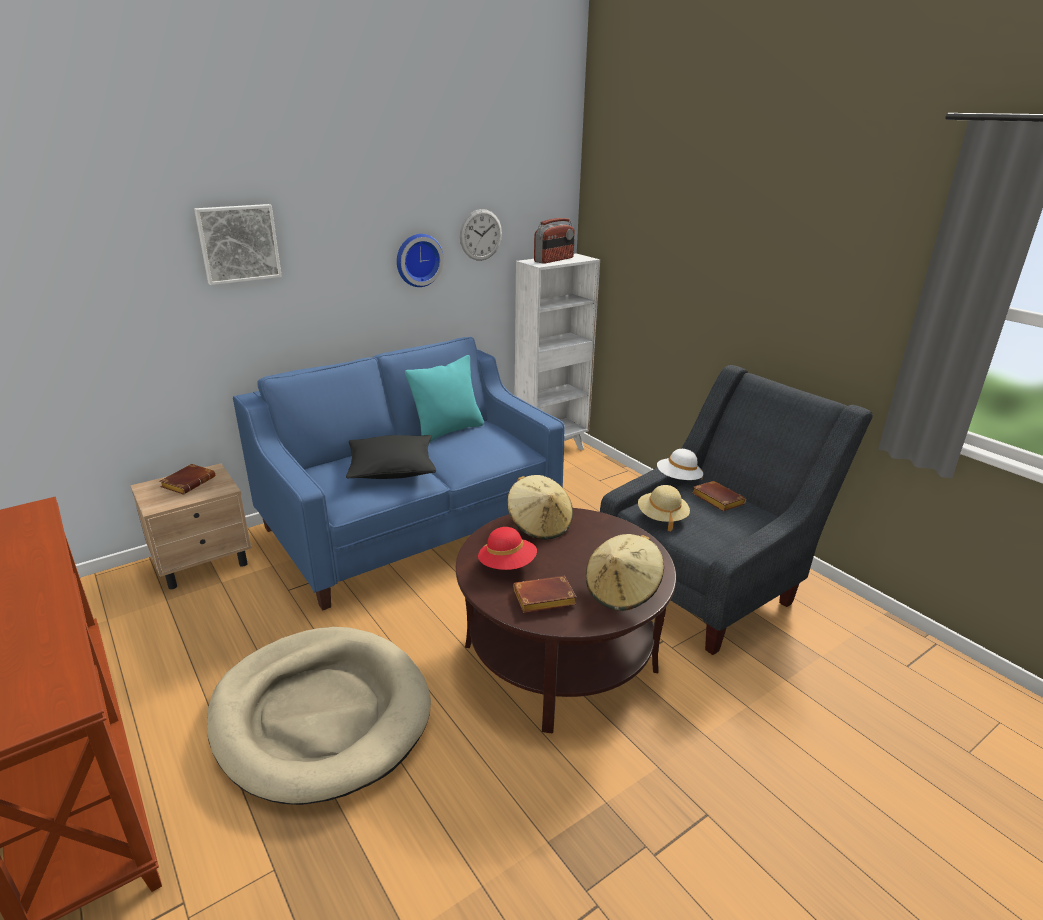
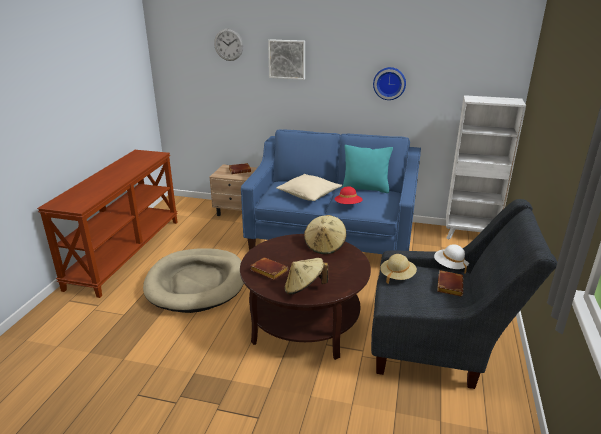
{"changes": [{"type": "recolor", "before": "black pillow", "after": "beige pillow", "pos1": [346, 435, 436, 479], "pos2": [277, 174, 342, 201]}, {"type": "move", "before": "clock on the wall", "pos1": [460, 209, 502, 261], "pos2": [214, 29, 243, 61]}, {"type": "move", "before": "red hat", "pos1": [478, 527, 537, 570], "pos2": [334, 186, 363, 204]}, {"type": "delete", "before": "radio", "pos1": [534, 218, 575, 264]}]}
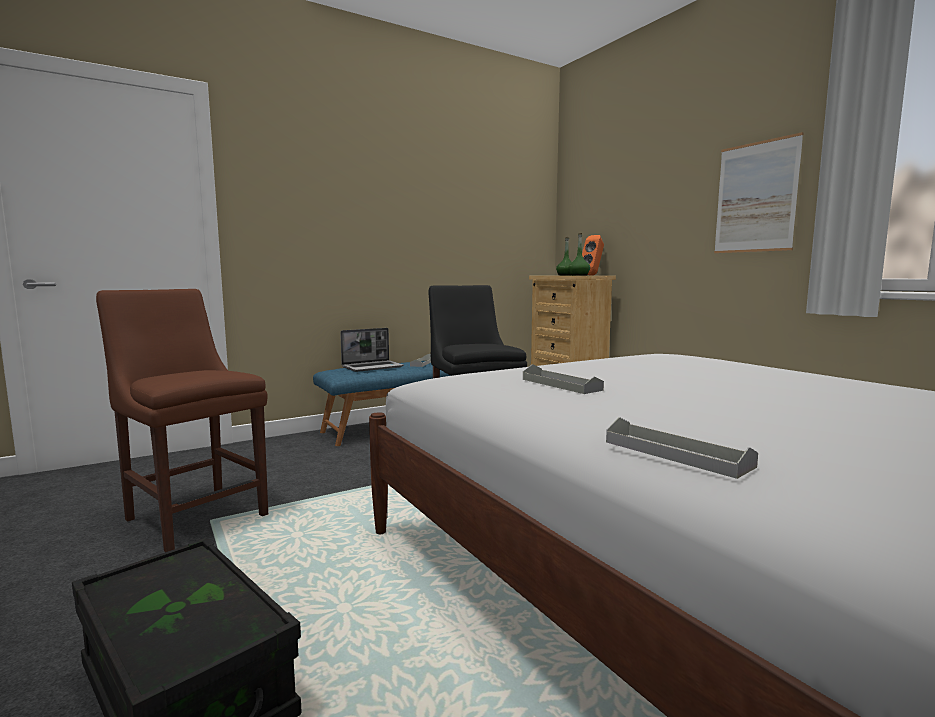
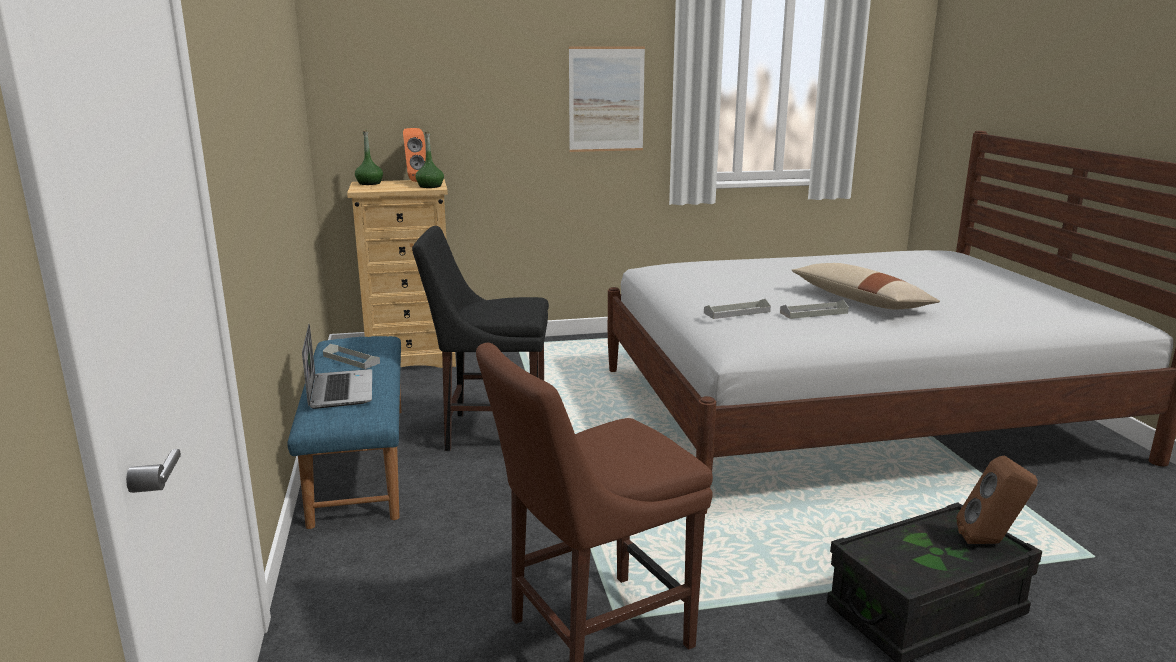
{"changes": [{"type": "move", "before": "grey carrying tray", "pos1": [606, 417, 758, 479], "pos2": [704, 299, 771, 319]}, {"type": "insert", "after": "beige pillow", "pos2": [791, 263, 940, 310]}, {"type": "insert", "after": "brown-coloured speaker", "pos2": [957, 456, 1038, 544]}]}
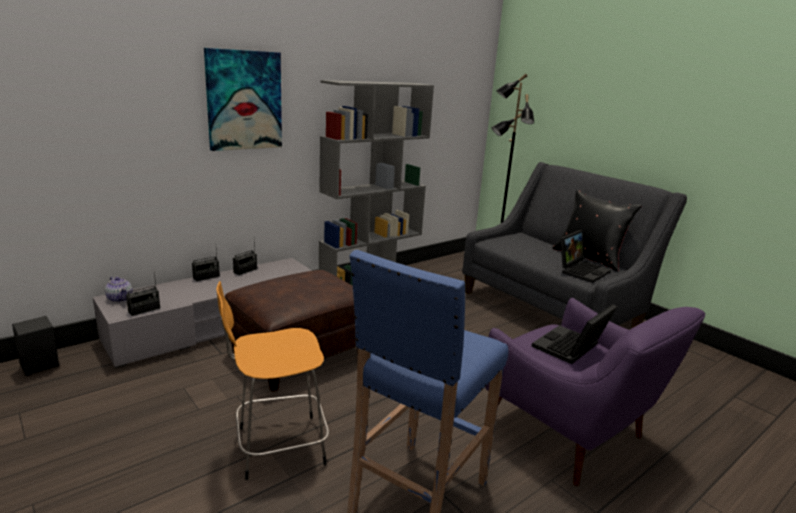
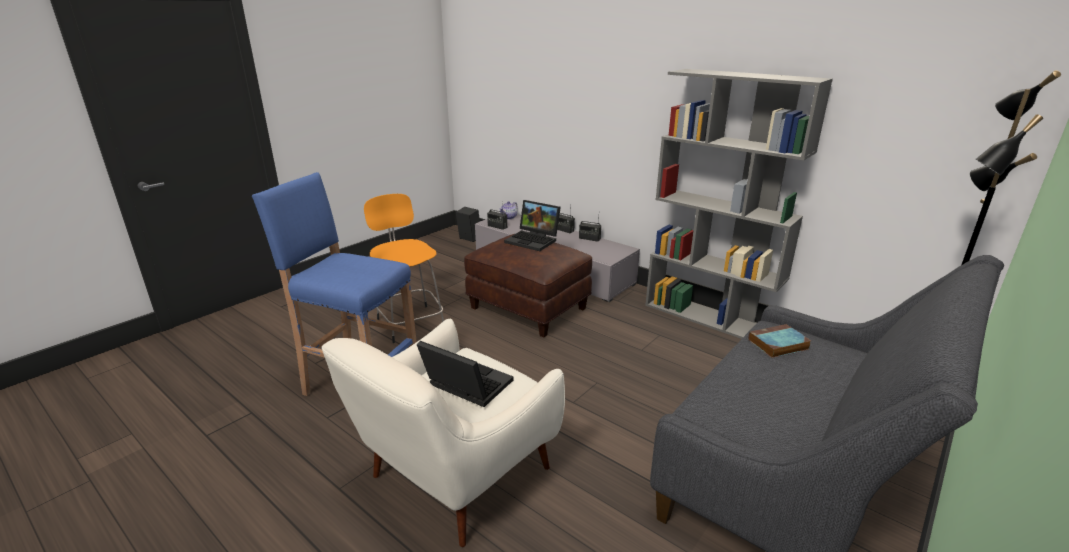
{"changes": [{"type": "delete", "before": "wall art", "pos1": [204, 48, 282, 151]}, {"type": "recolor", "before": "purple easy chair", "after": "whitish easy chair", "pos1": [485, 298, 705, 486], "pos2": [322, 319, 565, 547]}, {"type": "delete", "before": "black pillow", "pos1": [552, 190, 642, 271]}, {"type": "move", "before": "laptop", "pos1": [560, 230, 611, 283], "pos2": [504, 200, 561, 251]}, {"type": "insert", "after": "book", "pos2": [748, 324, 811, 358]}]}
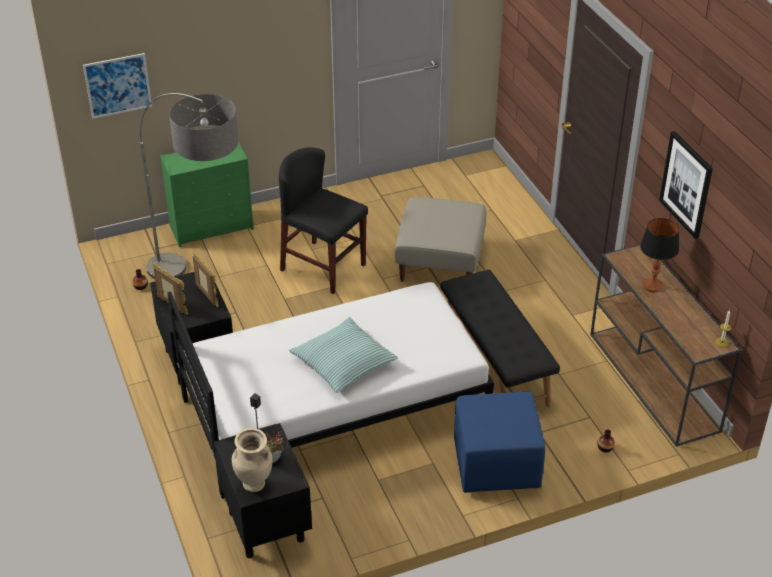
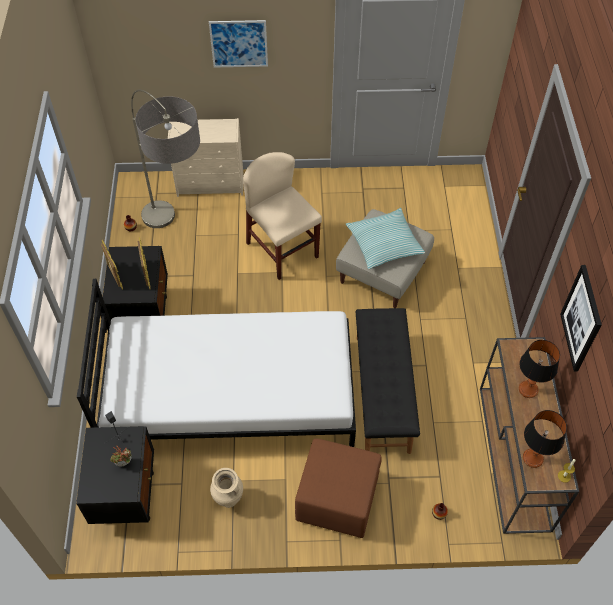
{"changes": [{"type": "move", "before": "wall art", "pos1": [83, 53, 152, 119], "pos2": [209, 20, 268, 68]}, {"type": "recolor", "before": "greenish drawer chest", "after": "beige drawer chest", "pos1": [160, 142, 254, 247], "pos2": [168, 118, 243, 197]}, {"type": "move", "before": "beige decorative vase", "pos1": [232, 428, 273, 492], "pos2": [210, 468, 243, 508]}, {"type": "recolor", "before": "black chair", "after": "beige chair", "pos1": [279, 147, 368, 294], "pos2": [243, 152, 322, 280]}, {"type": "move", "before": "pillow", "pos1": [289, 317, 398, 393], "pos2": [346, 208, 425, 269]}, {"type": "recolor", "before": "bluish pouffe", "after": "brown-coloured pouffe", "pos1": [454, 392, 545, 493], "pos2": [295, 438, 382, 538]}, {"type": "insert", "after": "tabletop lamp", "pos2": [523, 410, 567, 468]}]}
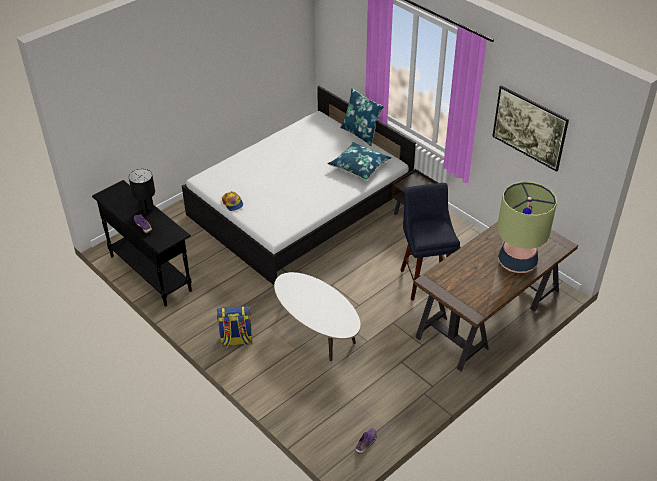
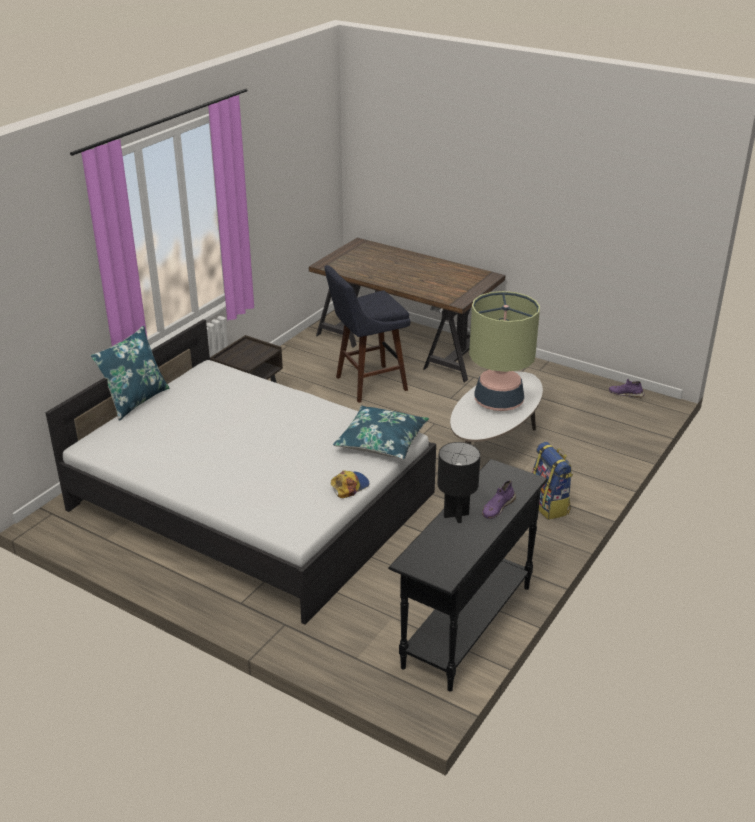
{"changes": [{"type": "move", "before": "bluish pillow", "pos1": [327, 142, 391, 180], "pos2": [333, 406, 429, 460]}, {"type": "delete", "before": "wall art", "pos1": [492, 86, 569, 172]}, {"type": "move", "before": "tabletop lamp", "pos1": [497, 181, 557, 273], "pos2": [469, 291, 540, 411]}]}
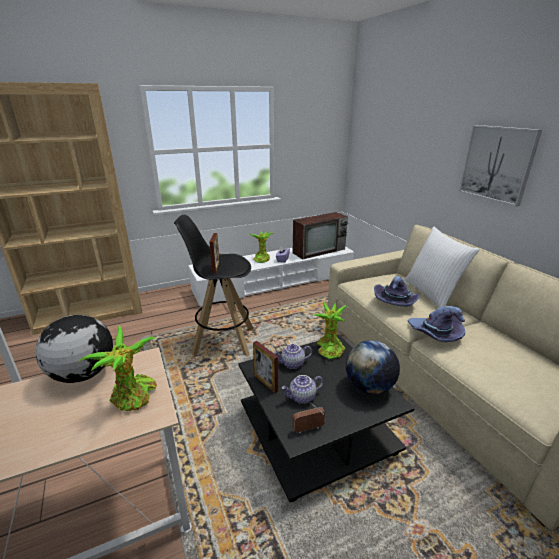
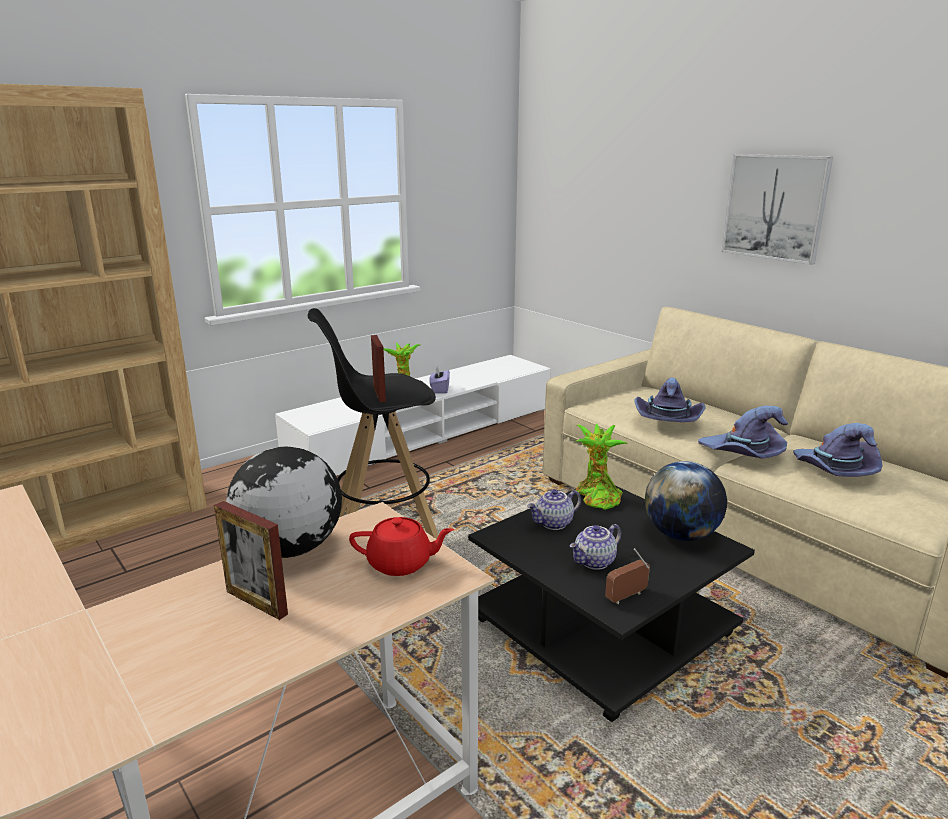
{"changes": [{"type": "replace", "before": "plant in a pot", "after": "red pot for tea", "pos1": [78, 325, 157, 411], "pos2": [349, 517, 454, 576]}, {"type": "move", "before": "standing frame", "pos1": [253, 341, 278, 393], "pos2": [214, 501, 288, 620]}, {"type": "delete", "before": "TV set", "pos1": [293, 212, 348, 259]}, {"type": "delete", "before": "whitish pillow", "pos1": [404, 227, 480, 308]}, {"type": "insert", "after": "purple hat", "pos2": [793, 423, 883, 477]}]}
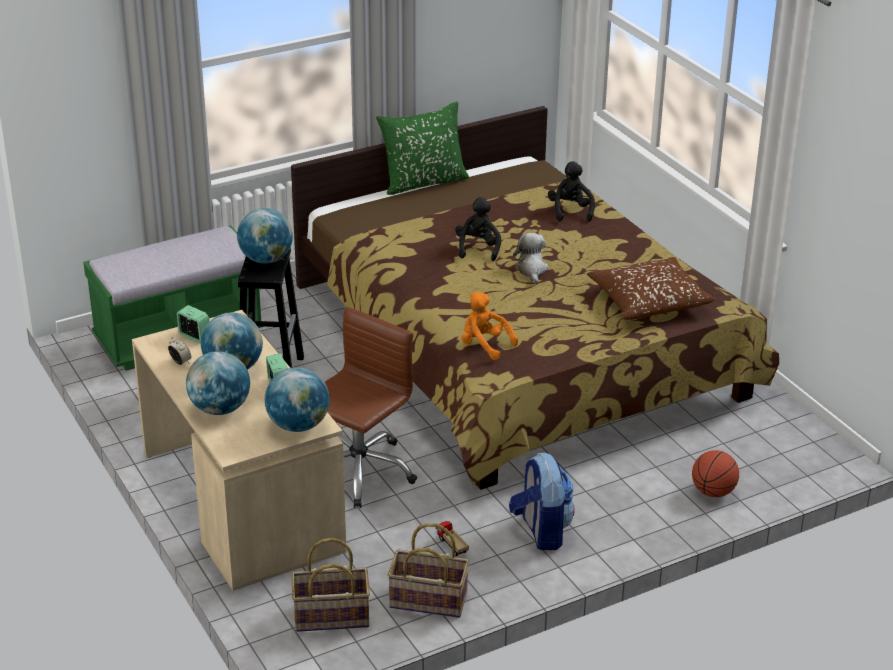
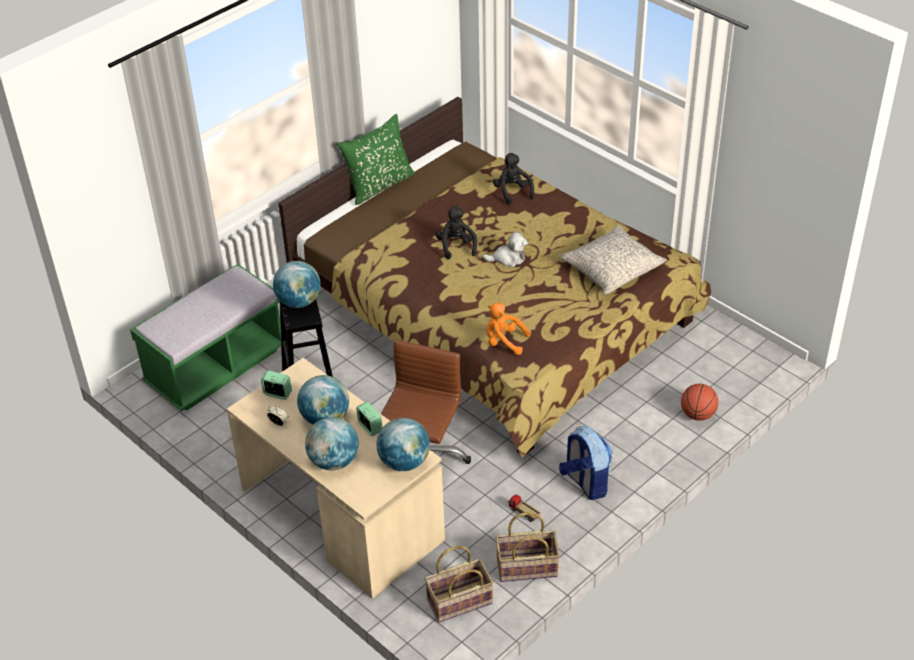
{"changes": [{"type": "rotate", "before": "cuddly toy", "pos1": [513, 233, 549, 284], "pos2": [483, 232, 528, 267], "turn": 105}, {"type": "recolor", "before": "brown-coloured pillow", "after": "grey pillow", "pos1": [587, 257, 716, 320], "pos2": [558, 225, 667, 295]}]}
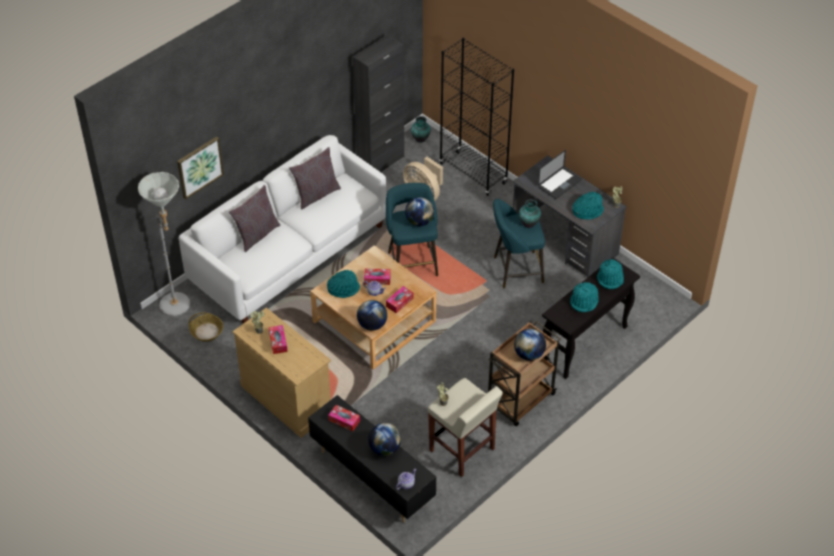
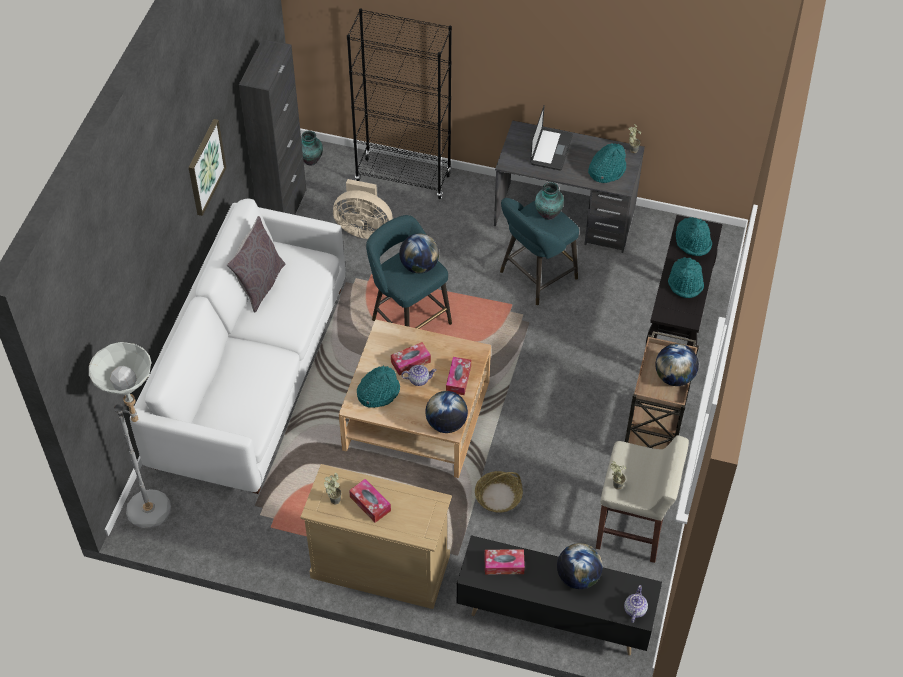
{"changes": [{"type": "move", "before": "wall art", "pos1": [177, 136, 224, 200], "pos2": [188, 119, 226, 216]}, {"type": "move", "before": "household basket", "pos1": [189, 313, 223, 342], "pos2": [475, 471, 523, 513]}, {"type": "delete", "before": "grey pillow", "pos1": [229, 185, 280, 252]}]}
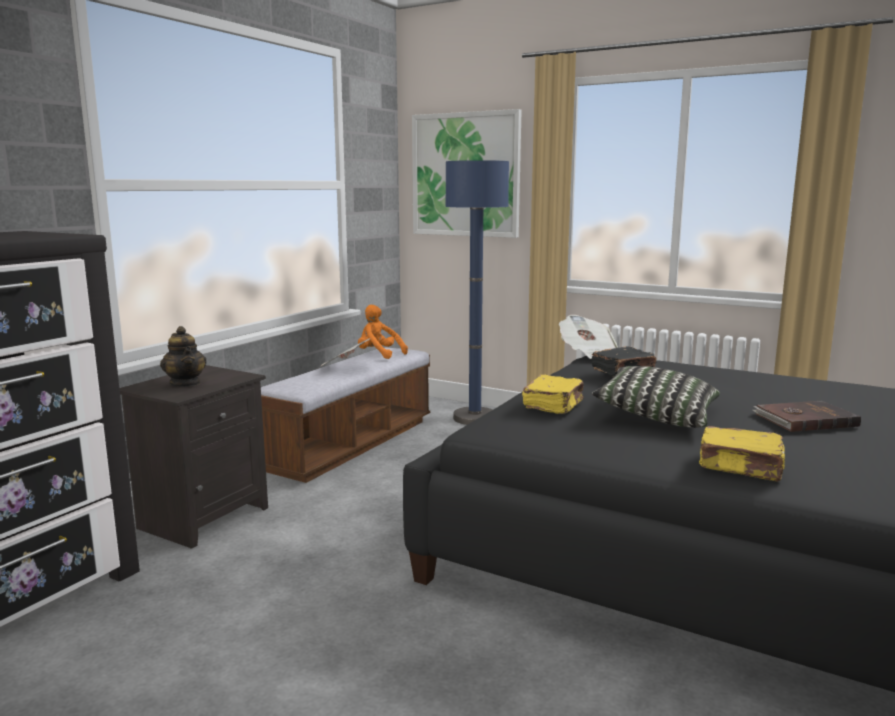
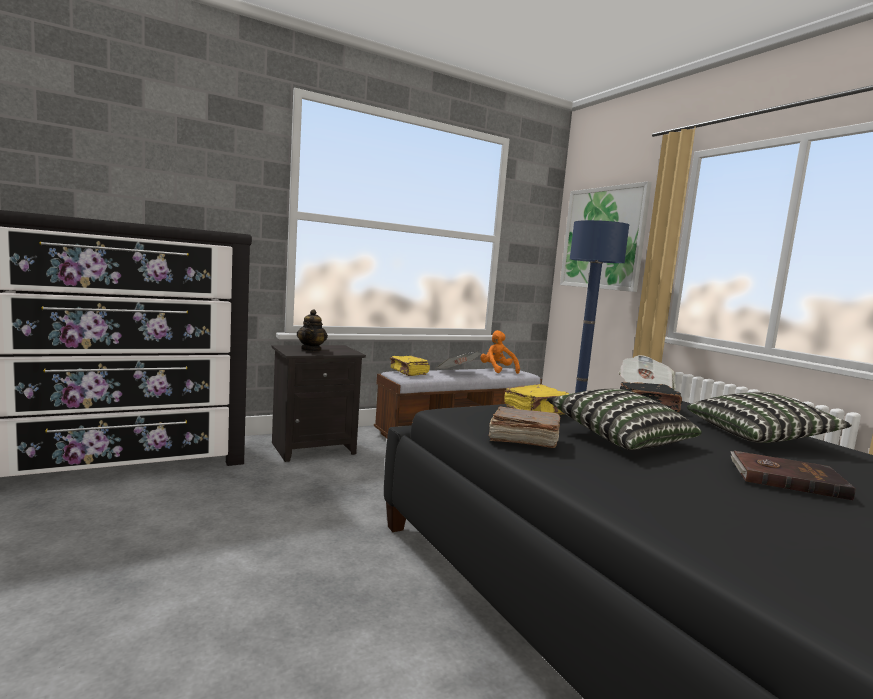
{"changes": [{"type": "move", "before": "yellow-coloured book", "pos1": [699, 426, 785, 482], "pos2": [390, 356, 430, 376]}, {"type": "insert", "after": "brown-coloured book", "pos2": [488, 406, 560, 448]}, {"type": "insert", "after": "pillow", "pos2": [687, 392, 852, 443]}]}
